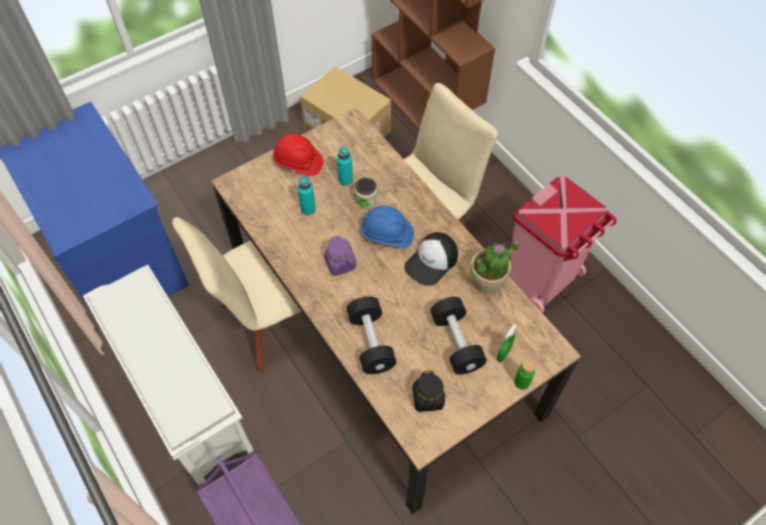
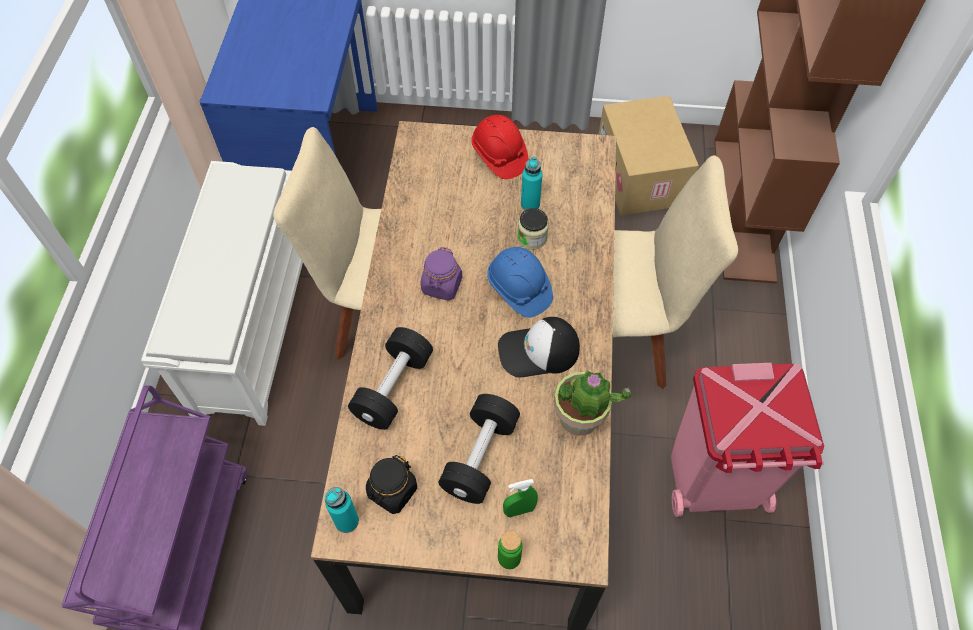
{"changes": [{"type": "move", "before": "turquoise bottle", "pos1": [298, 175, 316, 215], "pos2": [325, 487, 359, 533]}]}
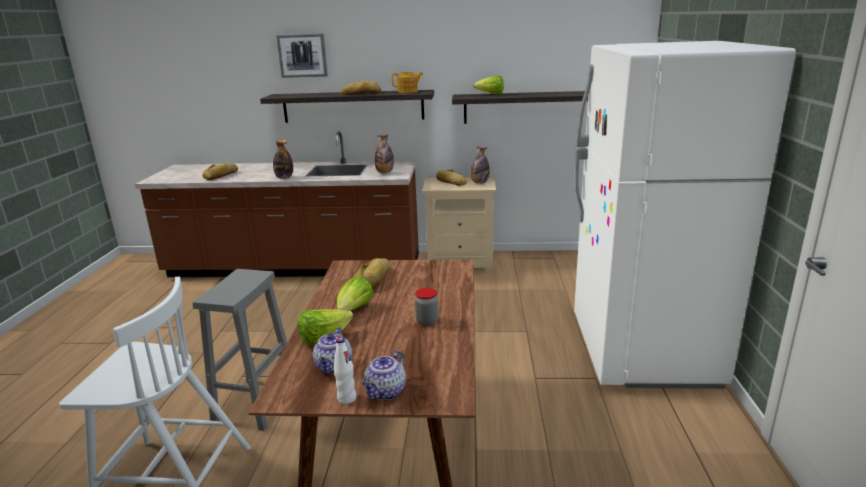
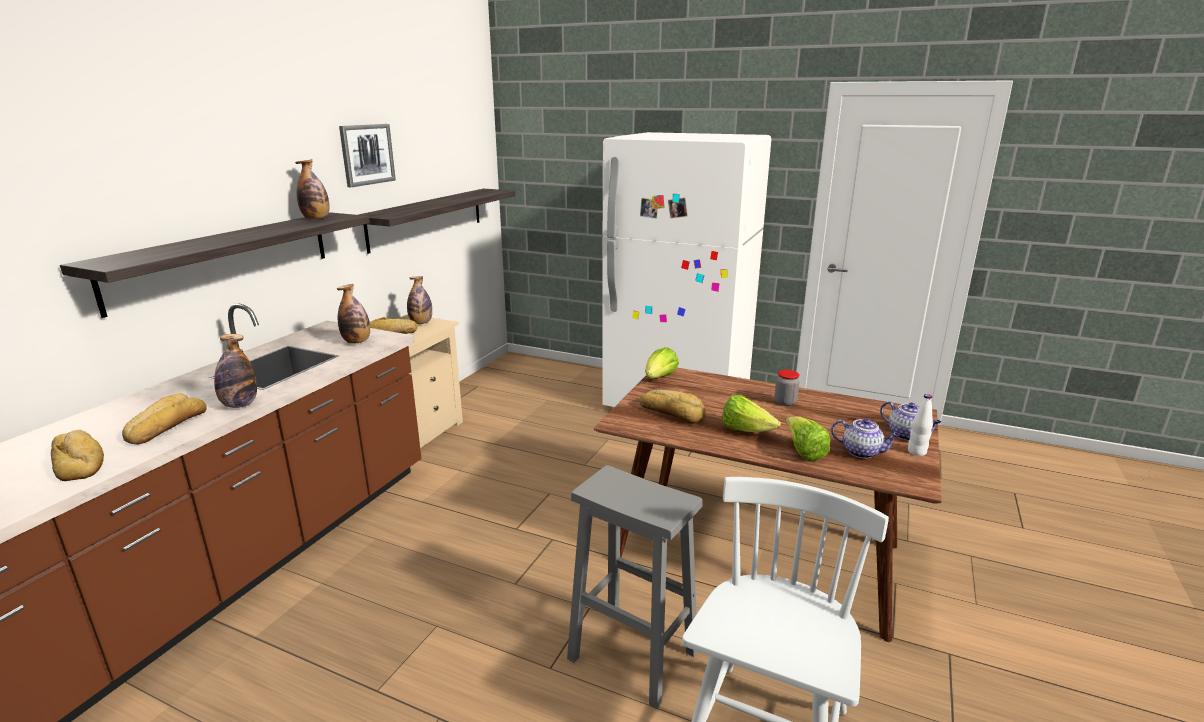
{"changes": [{"type": "move", "before": "wall art", "pos1": [276, 33, 328, 78], "pos2": [339, 124, 396, 187]}, {"type": "move", "before": "bakery bread", "pos1": [341, 81, 382, 95], "pos2": [122, 393, 207, 445]}, {"type": "replace", "before": "pot for tea", "after": "bottle", "pos1": [392, 72, 423, 93], "pos2": [295, 159, 330, 219]}, {"type": "move", "before": "lettuce head", "pos1": [473, 75, 504, 95], "pos2": [645, 347, 679, 378]}]}
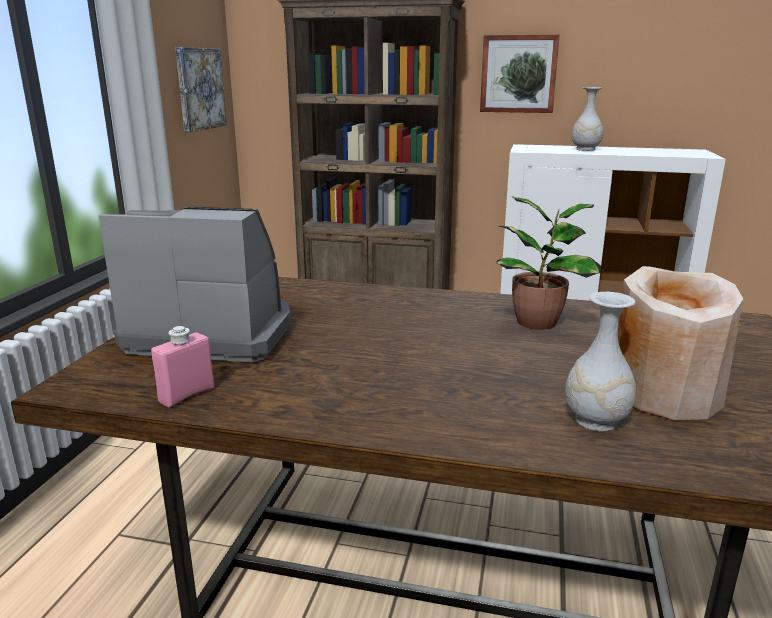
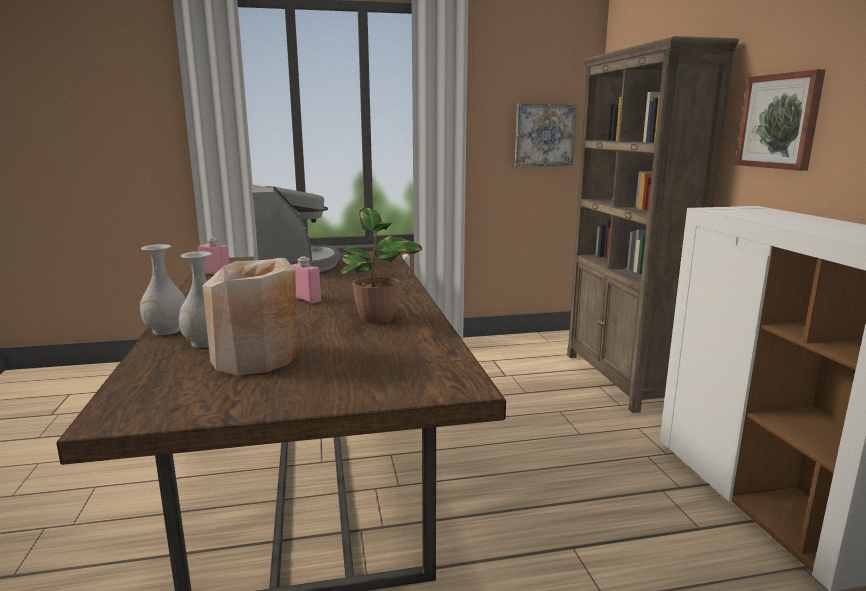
{"changes": [{"type": "move", "before": "whitish decorative vase", "pos1": [572, 87, 603, 151], "pos2": [140, 244, 185, 335]}, {"type": "insert", "after": "pink bottle", "pos2": [292, 256, 321, 303]}]}
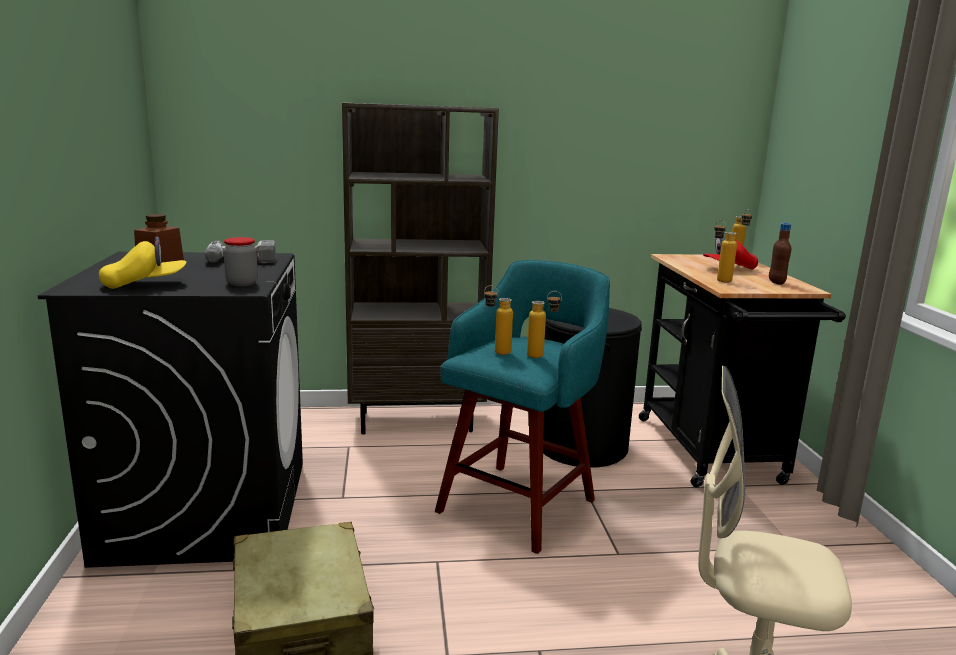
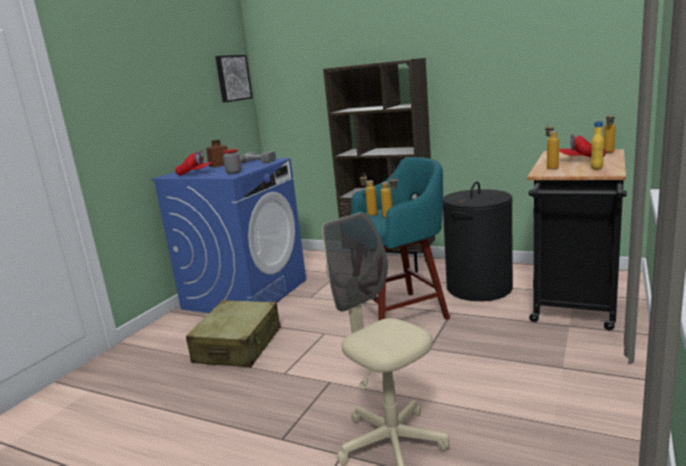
{"changes": [{"type": "recolor", "before": "black washing machine", "after": "bluish washing machine", "pos1": [38, 252, 303, 568], "pos2": [151, 158, 306, 313]}, {"type": "recolor", "before": "yellow-coloured baseball cap", "after": "red baseball cap", "pos1": [99, 237, 186, 289], "pos2": [175, 150, 213, 176]}, {"type": "recolor", "before": "brown-coloured bottle", "after": "yellow-coloured bottle", "pos1": [769, 223, 791, 285], "pos2": [590, 121, 604, 170]}, {"type": "insert", "after": "wall art", "pos2": [215, 55, 253, 103]}]}
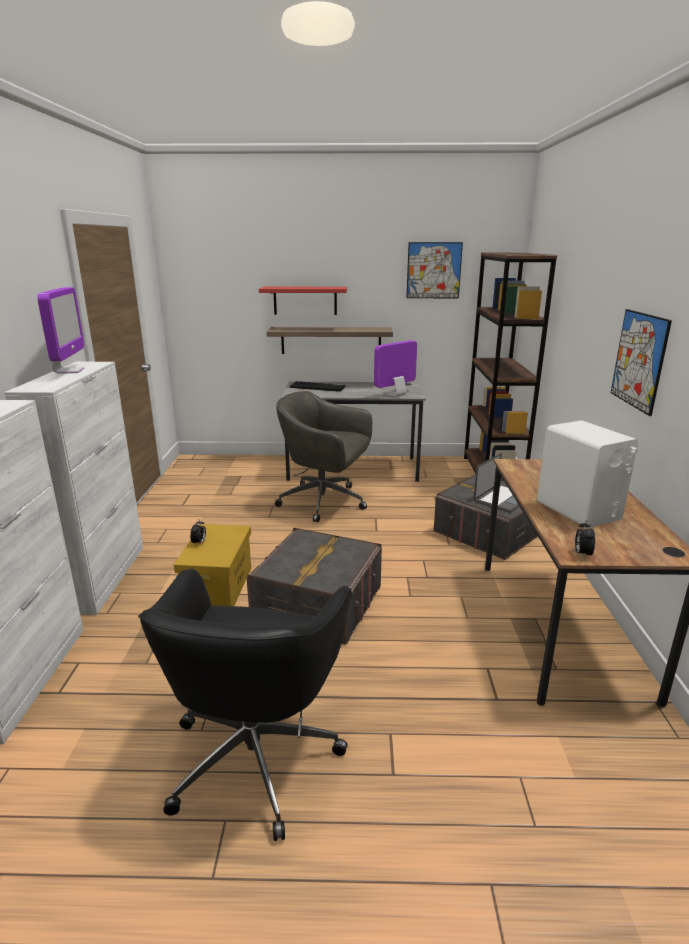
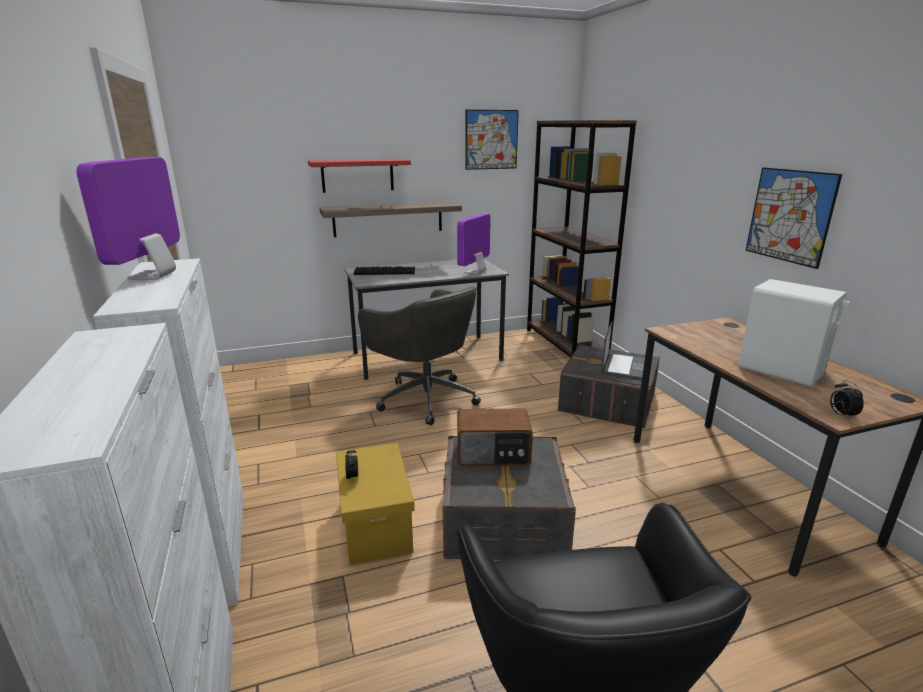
{"changes": [{"type": "rotate", "before": "computer screen", "pos1": [37, 287, 84, 374], "pos2": [76, 157, 180, 280], "turn": -150}, {"type": "rotate", "before": "grey desk chair", "pos1": [275, 391, 372, 522], "pos2": [358, 286, 481, 425], "turn": -135}, {"type": "insert", "after": "radio", "pos2": [457, 409, 533, 466]}]}
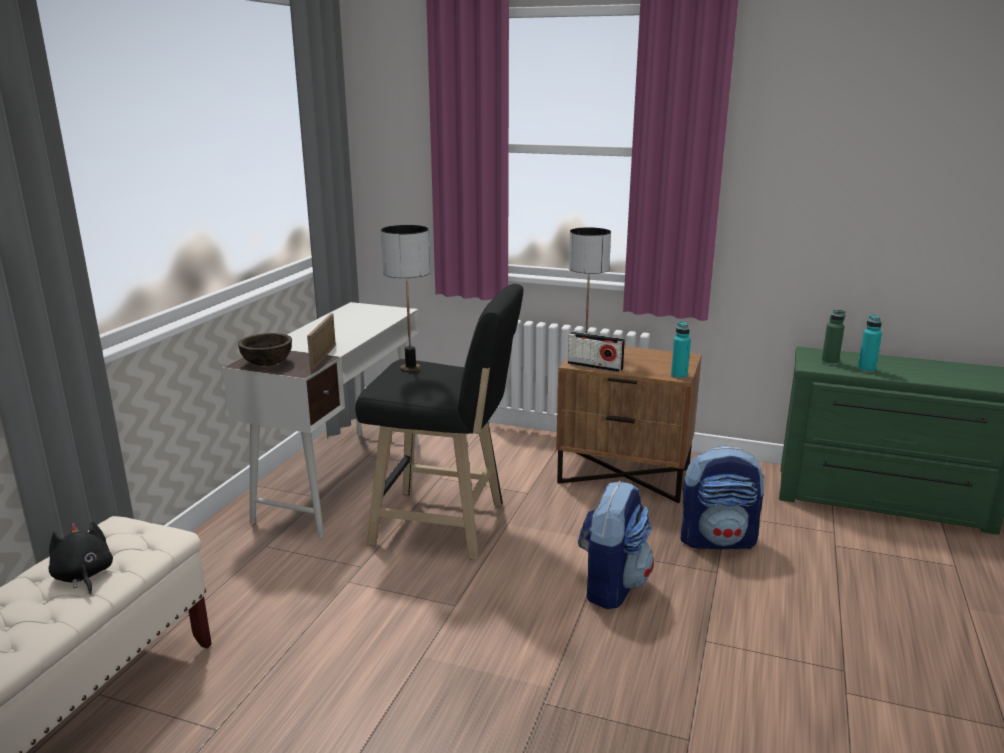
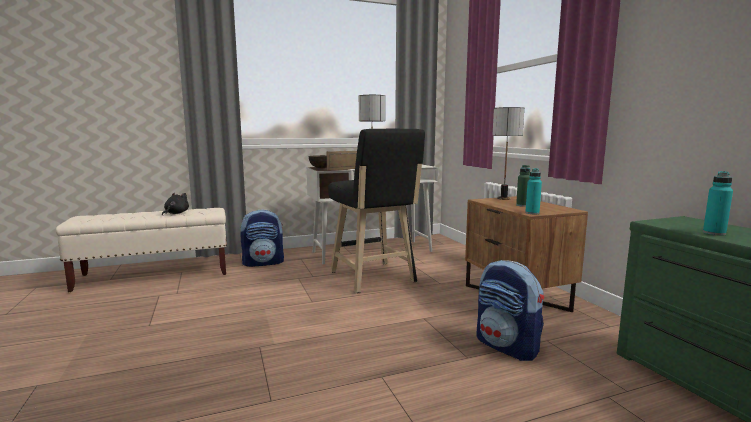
{"changes": [{"type": "delete", "before": "radio", "pos1": [568, 332, 625, 372]}, {"type": "move", "before": "rucksack", "pos1": [578, 481, 654, 609], "pos2": [240, 209, 284, 267]}, {"type": "move", "before": "greenish bottle", "pos1": [821, 309, 845, 365], "pos2": [516, 165, 530, 207]}]}
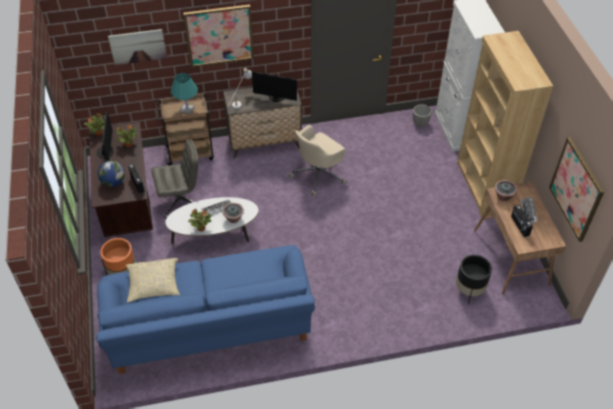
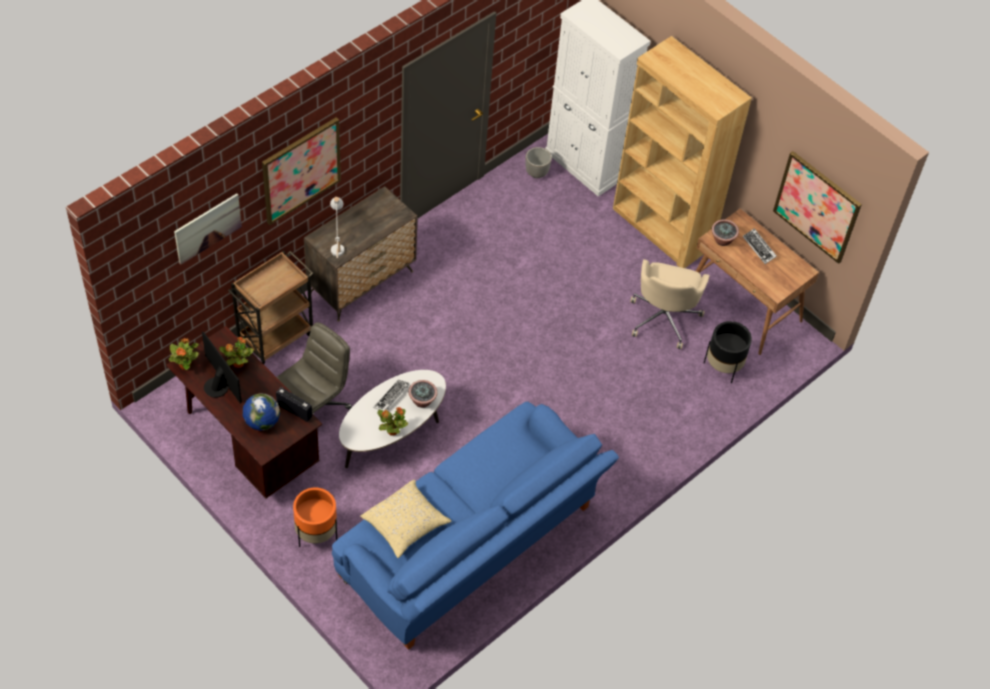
{"changes": [{"type": "delete", "before": "turquoise tabletop lamp", "pos1": [171, 73, 198, 114]}, {"type": "delete", "before": "computer screen", "pos1": [252, 71, 297, 102]}, {"type": "move", "before": "beige desk chair", "pos1": [289, 125, 346, 196], "pos2": [630, 259, 710, 349]}, {"type": "delete", "before": "radio", "pos1": [511, 205, 533, 237]}]}
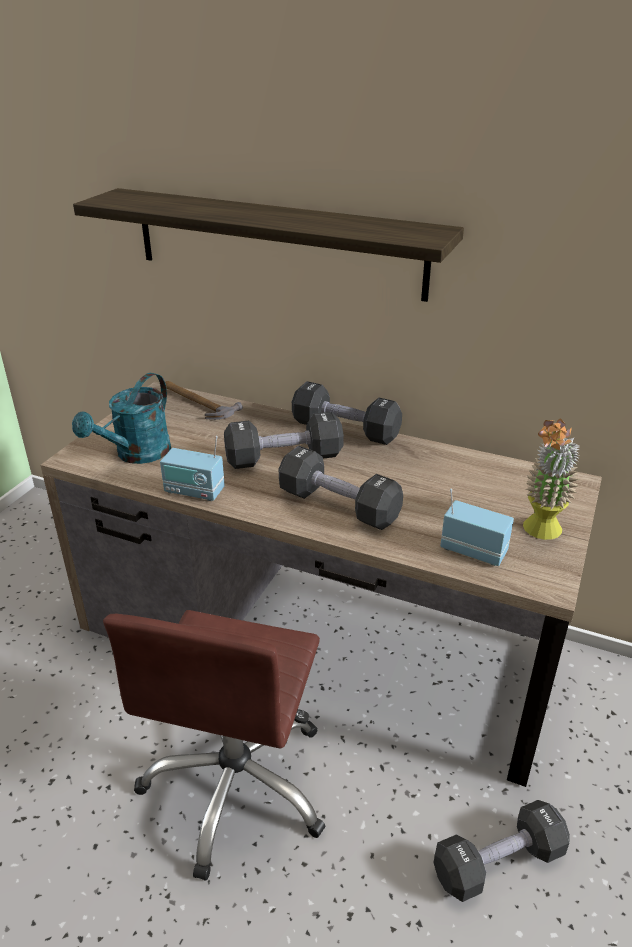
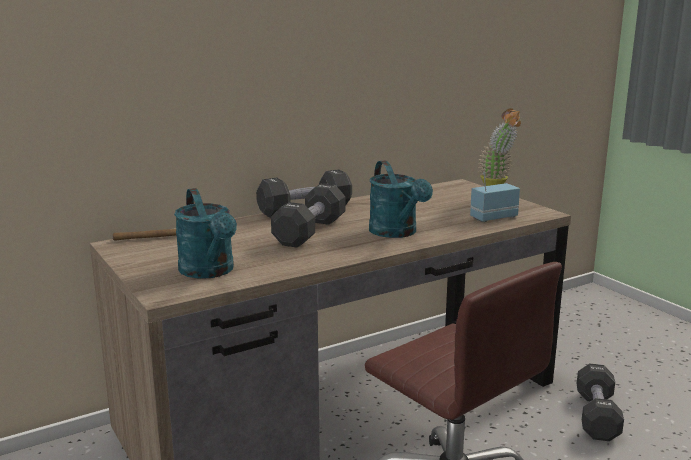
{"changes": [{"type": "delete", "before": "bracket shelf", "pos1": [73, 188, 464, 302]}, {"type": "delete", "before": "radio", "pos1": [160, 436, 225, 501]}, {"type": "replace", "before": "black free weight", "after": "turquoise watering can", "pos1": [279, 446, 403, 530], "pos2": [369, 161, 433, 238]}]}
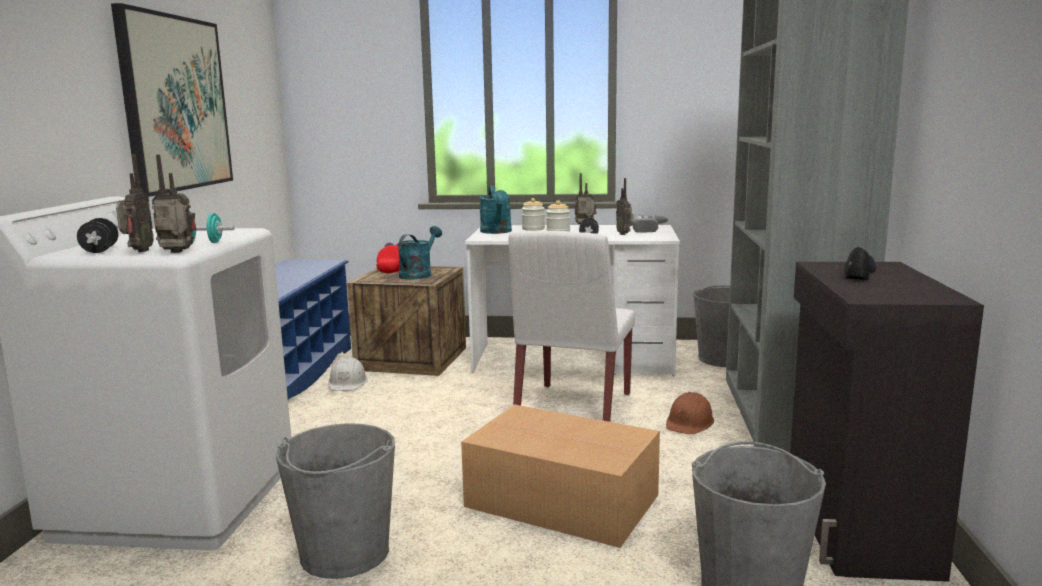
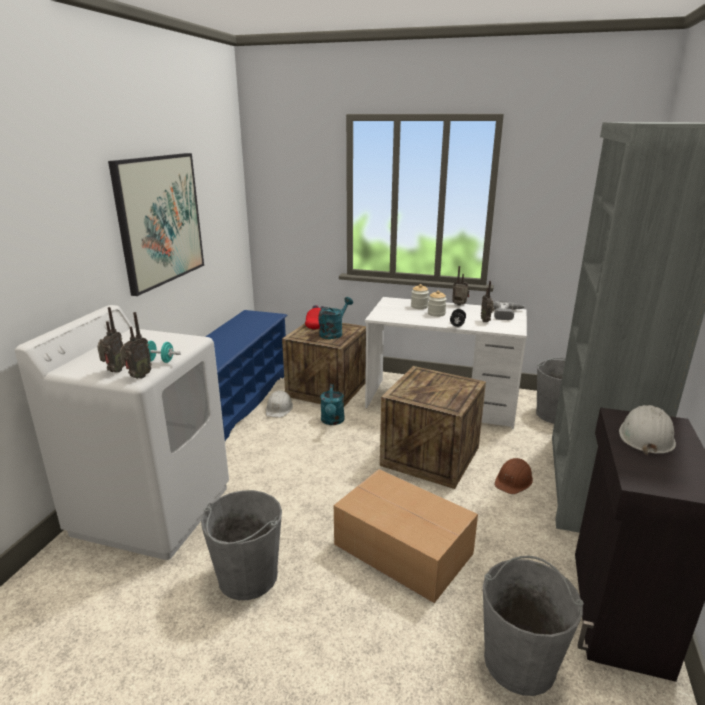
{"changes": [{"type": "delete", "before": "black free weight", "pos1": [77, 218, 118, 253]}, {"type": "rotate", "before": "radio", "pos1": [152, 155, 197, 253], "pos2": [120, 312, 152, 379], "turn": 105}, {"type": "move", "before": "turquoise watering can", "pos1": [479, 186, 512, 234], "pos2": [320, 384, 344, 425]}, {"type": "replace", "before": "whitish chair", "after": "packing crate", "pos1": [509, 231, 635, 422], "pos2": [380, 366, 486, 489]}, {"type": "replace", "before": "black shoe", "after": "whitish hard hat", "pos1": [844, 247, 876, 280], "pos2": [619, 405, 676, 455]}]}
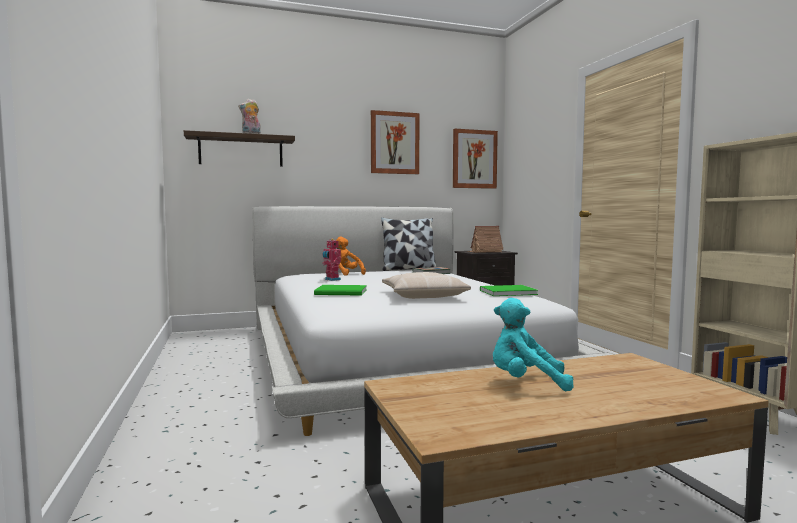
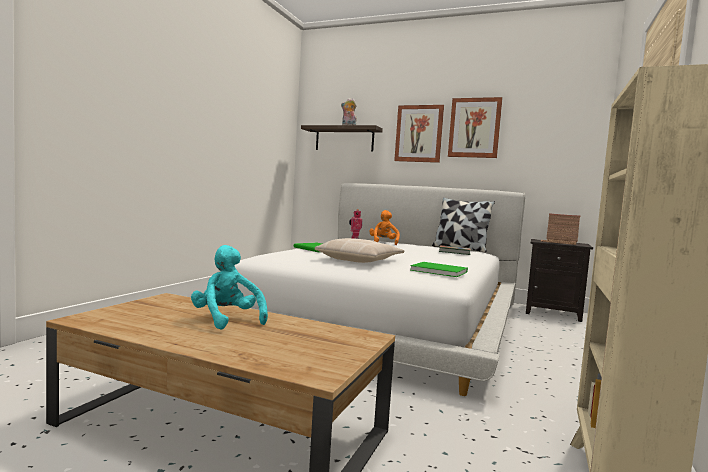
{"changes": [{"type": "move", "before": "wall art", "pos1": [453, 129, 498, 189], "pos2": [394, 105, 444, 163]}]}
